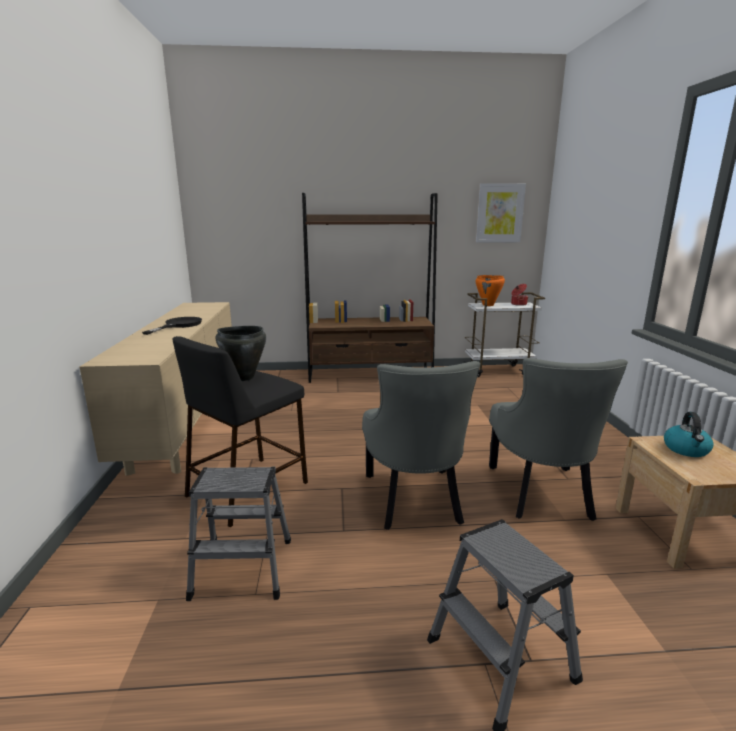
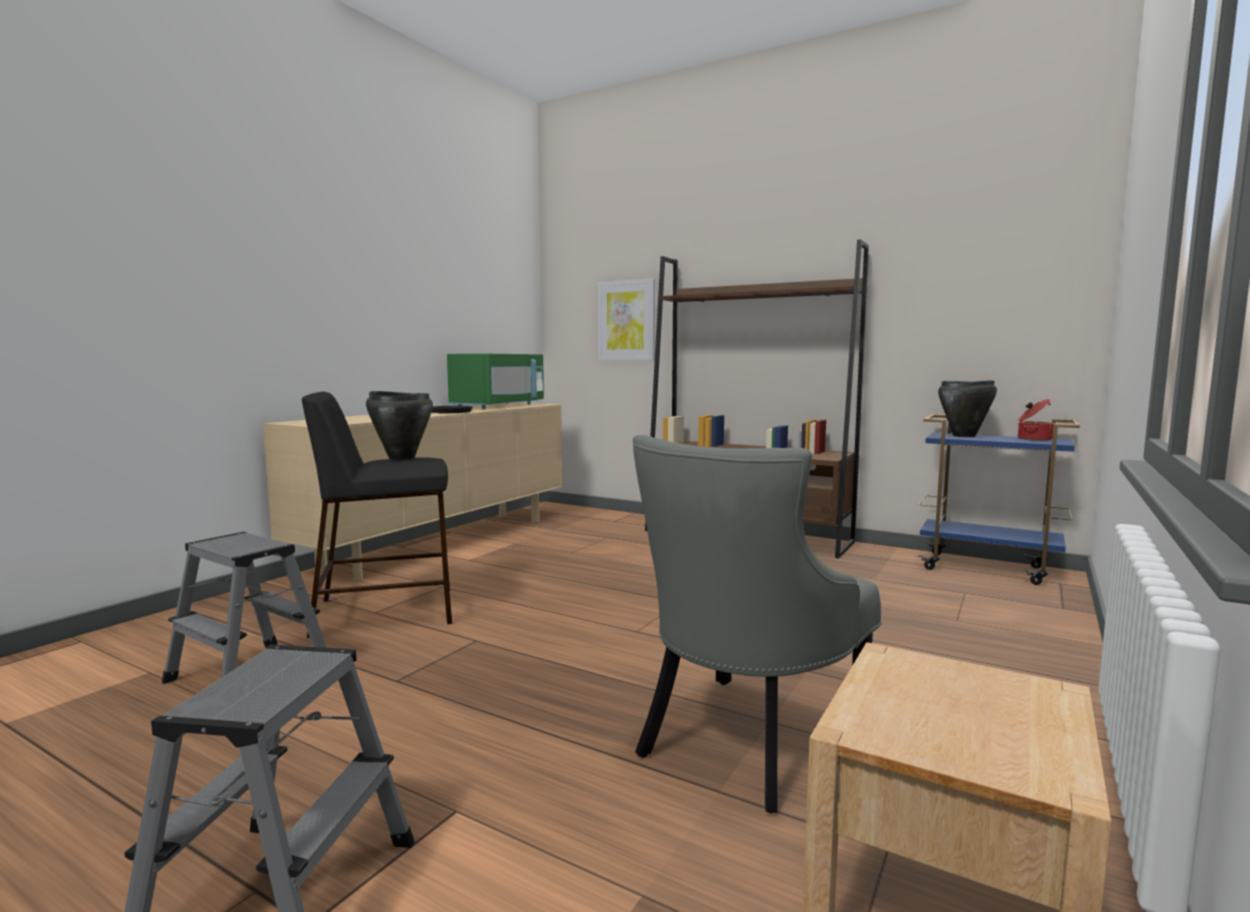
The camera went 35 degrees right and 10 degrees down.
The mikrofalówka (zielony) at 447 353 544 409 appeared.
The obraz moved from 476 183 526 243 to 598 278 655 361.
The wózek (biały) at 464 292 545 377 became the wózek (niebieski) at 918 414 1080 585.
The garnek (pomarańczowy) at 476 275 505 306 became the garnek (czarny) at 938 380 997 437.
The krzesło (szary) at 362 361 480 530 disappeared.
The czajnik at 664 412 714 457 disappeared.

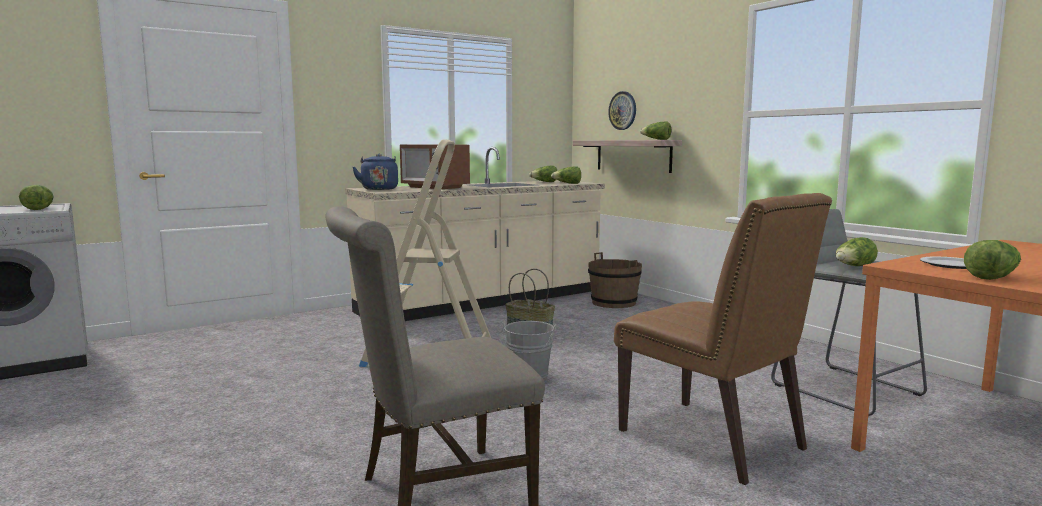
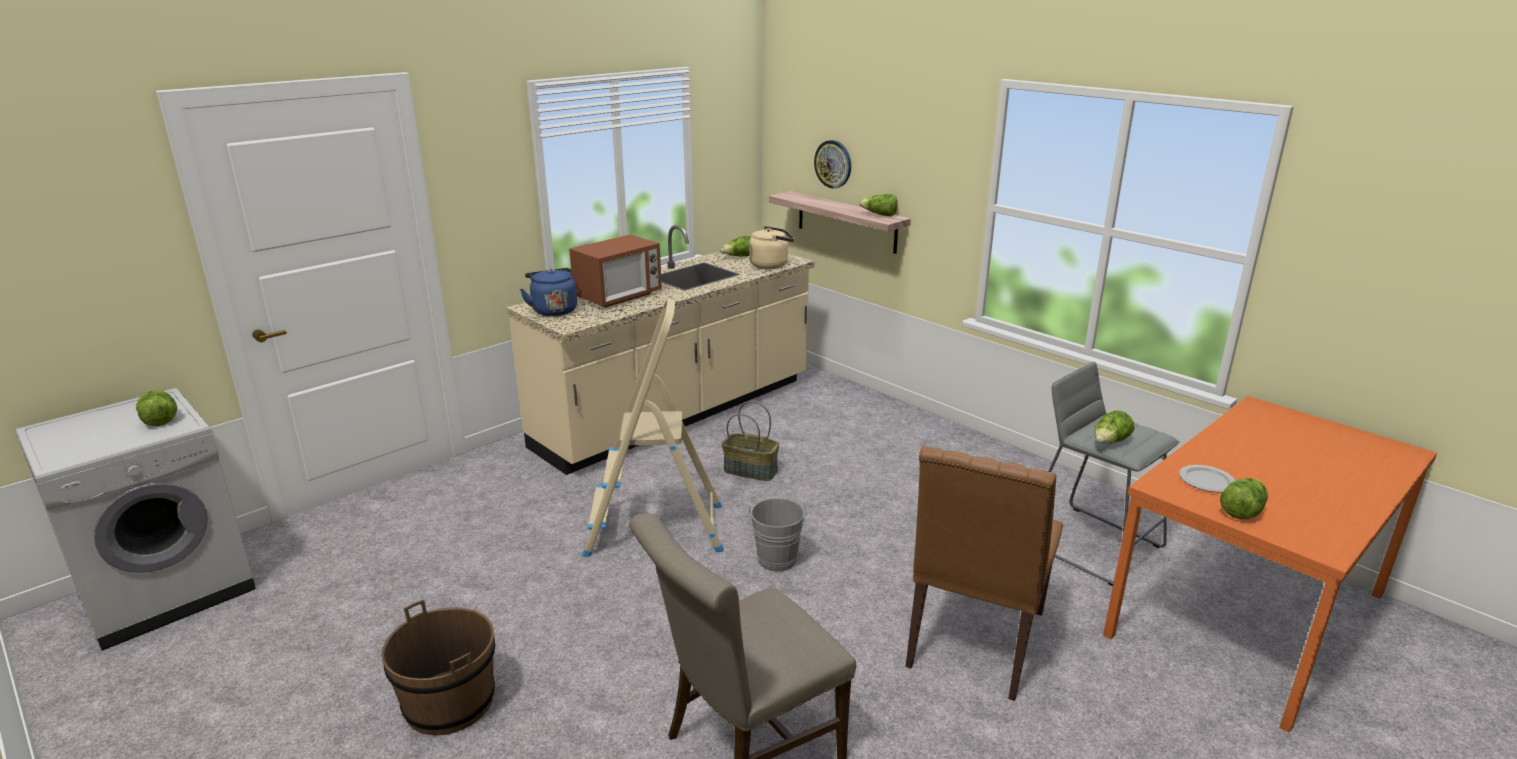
The camera went 10 degrees left and 15 degrees up.
The wiadro (brązowy) moved from 588 252 642 308 to 381 600 495 735.
The mikrofalówka at 400 145 470 189 turned 75 degrees counterclockwise.
The sałata at 551 167 581 184 was replaced by the czajnik (beżowy) at 749 226 794 269.
The krzesło (brązowy) at 614 193 832 485 turned 75 degrees clockwise.

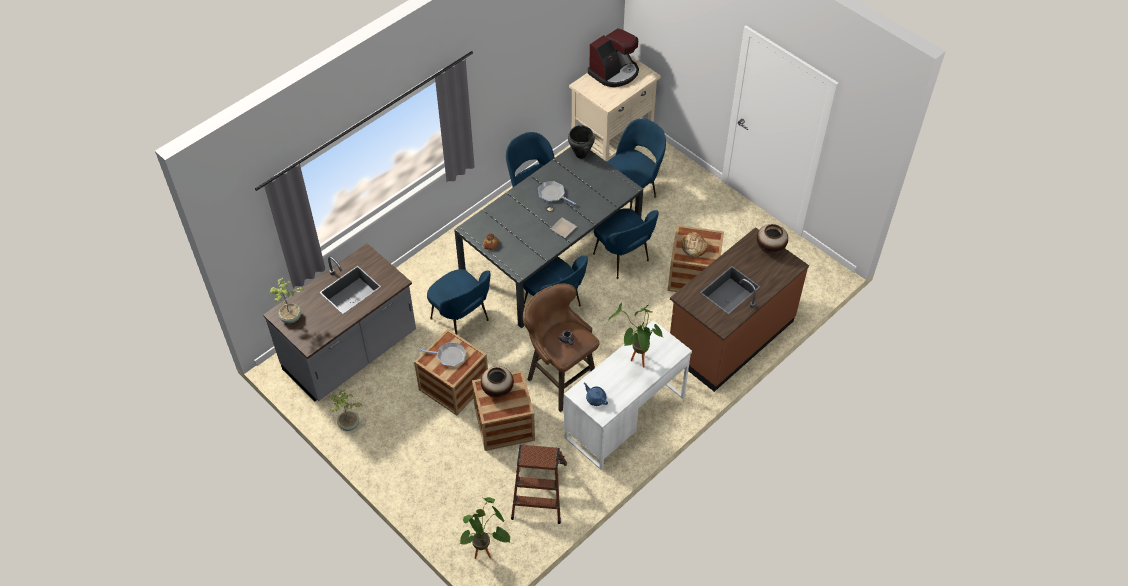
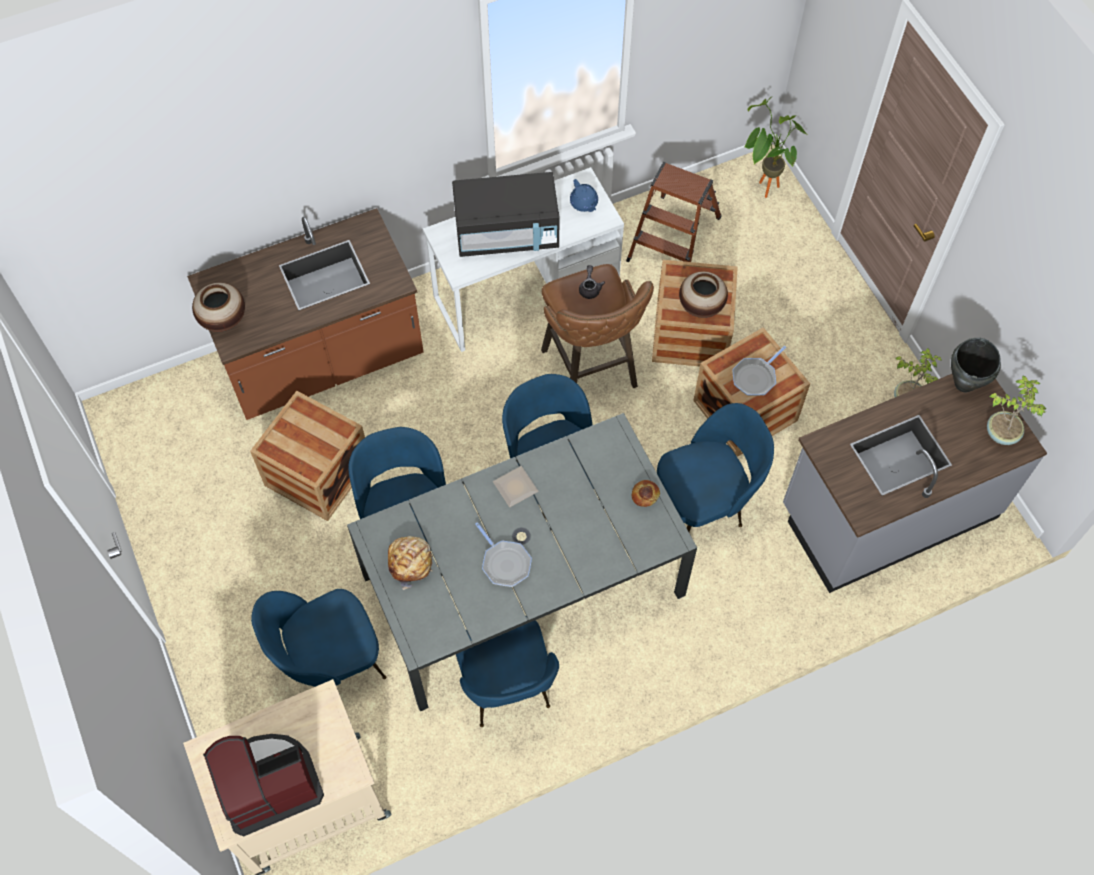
The camera went 160 degrees left and 10 degrees up.
The chleb moved from 681 232 708 257 to 388 536 432 590.
The roślina doniczkowa at 608 303 663 368 was replaced by the mikrofalówka (czarny) at 452 172 560 257.
The krzesło (niebieski) at 427 269 490 334 turned 90 degrees clockwise.
The patelnia at 420 342 466 367 turned 75 degrees counterclockwise.
The garnek (czarny) moved from 568 125 595 159 to 951 338 1001 392.

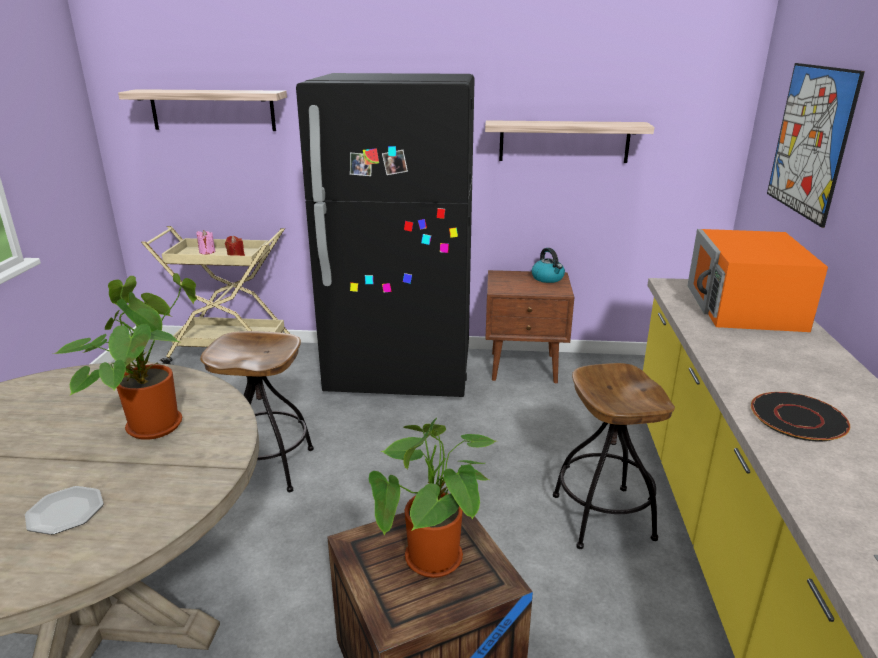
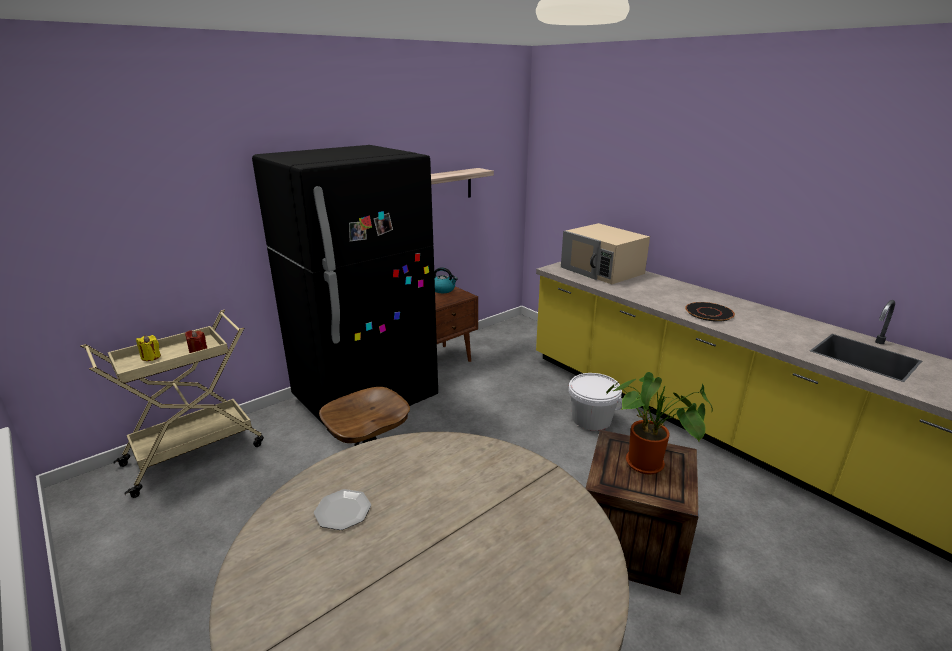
The camera went 45 degrees left and 0 degrees up.
The świeca (różowy) at 196 230 215 254 became the świeca (żółty) at 136 335 161 361.
The talerz moved from 25 486 104 535 to 314 489 371 530.
The mikrofalówka (pomarańczowy) at 687 229 828 332 became the mikrofalówka (beżowy) at 561 223 650 284.
The stołek (brązowy) at 553 363 675 549 was replaced by the wiadro (biały) at 568 373 622 431.
The roślina doniczkowa at 54 273 197 440 disappeared.
The półka at 118 89 287 131 disappeared.
The obraz at 767 63 865 228 disappeared.

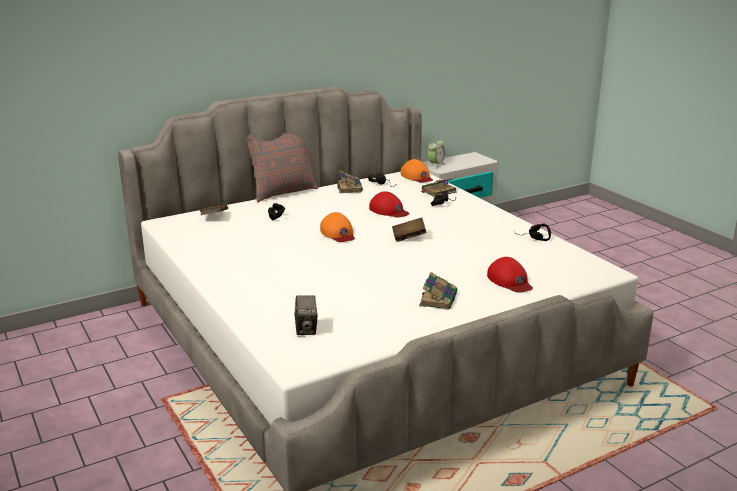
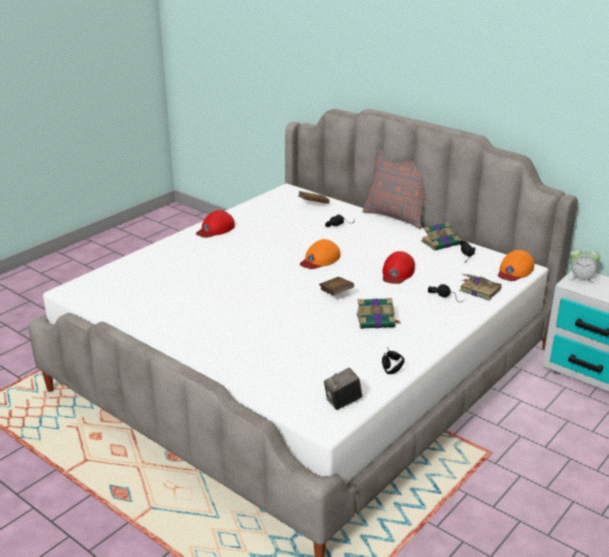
The camera went 70 degrees right and 5 degrees up.
The czapka z daszkiem (czerwony) moved from 487 257 533 292 to 196 210 235 237.
The aparat fotograficzny moved from 294 295 318 335 to 324 368 362 410.
The książka moved from 419 272 457 310 to 357 298 400 329.

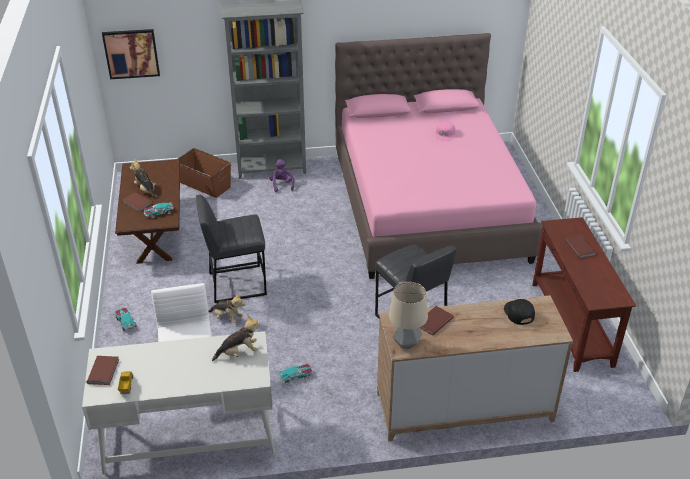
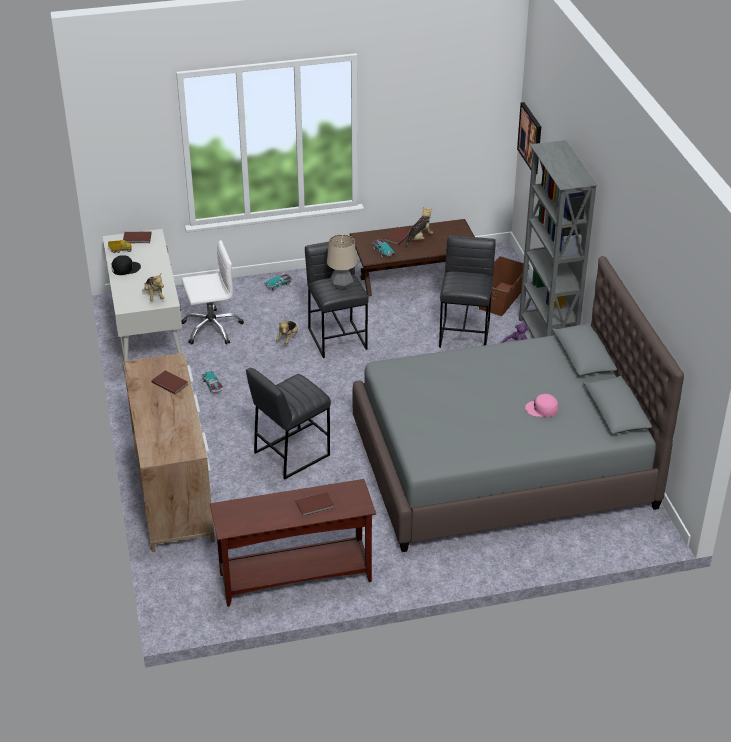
The camera went 85 degrees right and 0 degrees up.
The czapka z daszkiem (czarny) moved from 504 299 535 325 to 111 255 141 275.
The lampa stołowa moved from 389 282 428 349 to 327 234 357 291.
The łóżko (różowy) at 335 33 543 279 became the łóżko (szary) at 353 256 684 552.
The stołek (szary) at 439 235 496 348 appeared.

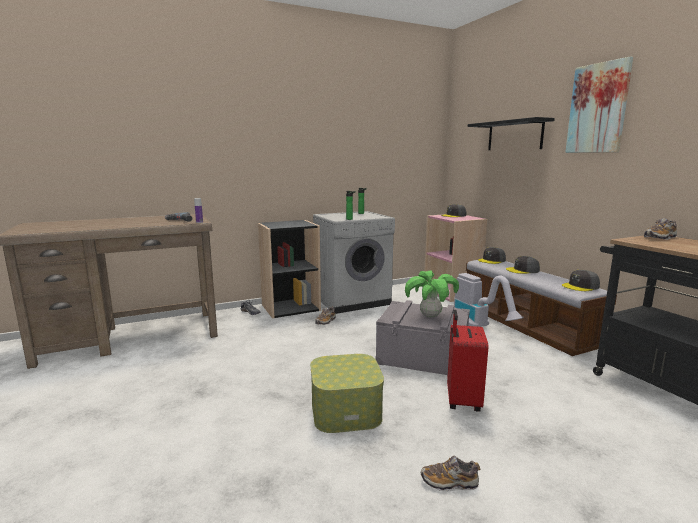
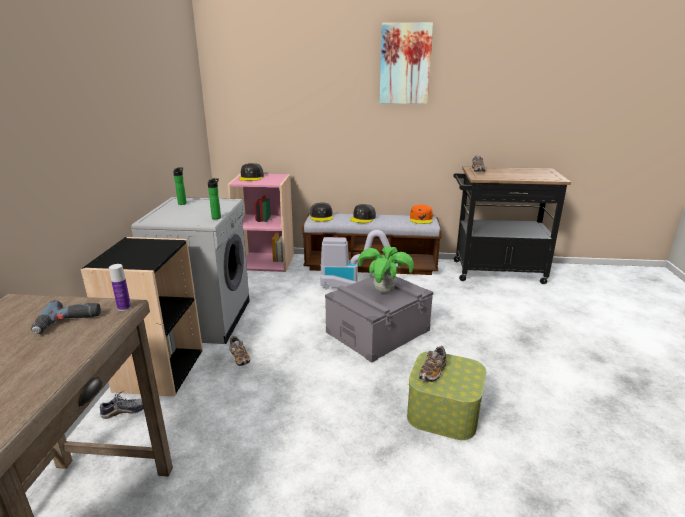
The camera went 60 degrees left and 10 degrees up.
The czapka z daszkiem (szary) at 562 270 600 291 became the czapka z daszkiem (pomarańczowy) at 410 205 433 224.
The but moved from 421 456 480 491 to 419 346 447 382.
The walizka (czerwony) at 447 310 488 412 disappeared.
The półka (czarny) at 468 117 555 150 disappeared.

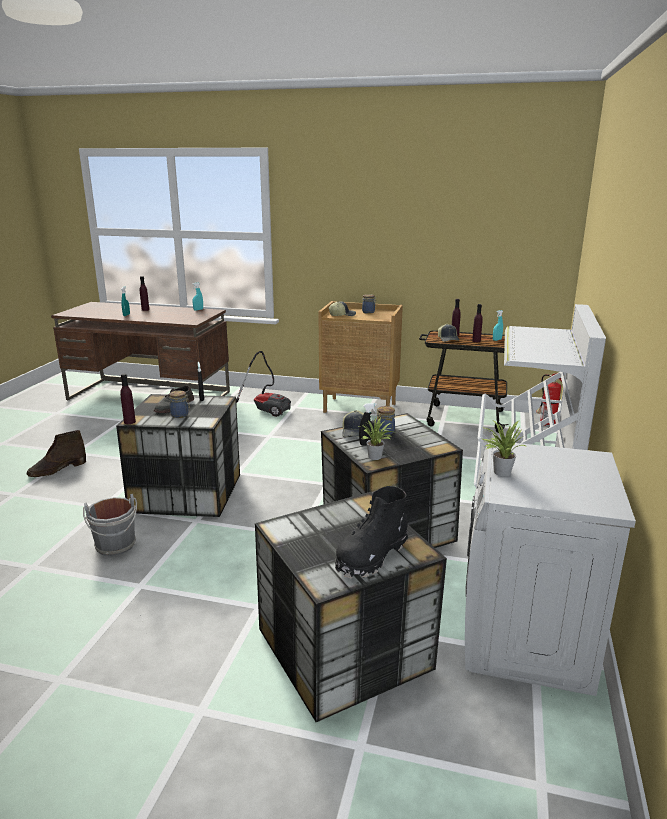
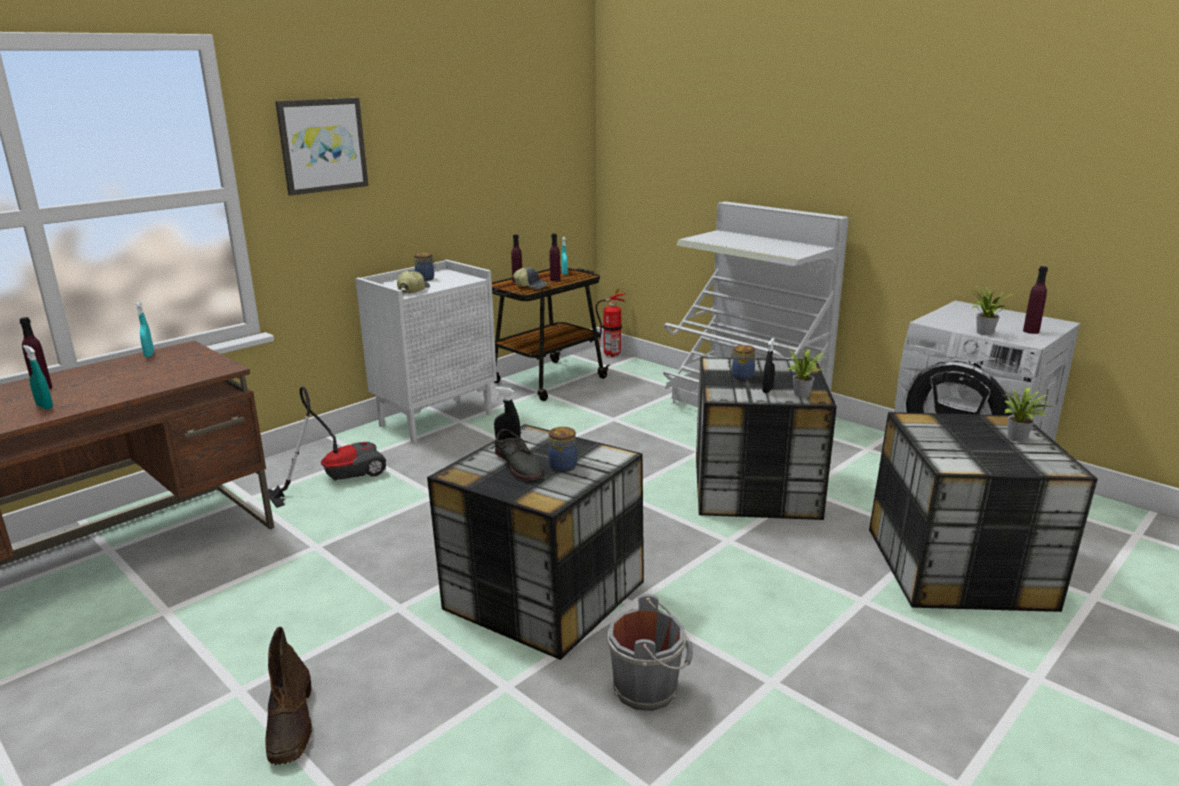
The camera went 60 degrees left and 0 degrees up.
The obraz at 275 98 368 196 appeared.
The szafka (brązowy) at 318 301 403 413 became the szafka (biały) at 355 260 497 443.
The but z cholewką (czarny) at 335 486 408 579 was replaced by the roślina doniczkowa at 1004 387 1052 442.
The butelka (fioletowy) moved from 120 374 136 424 to 1023 266 1048 334.
The czapka z daszkiem at 342 410 364 437 disappeared.

